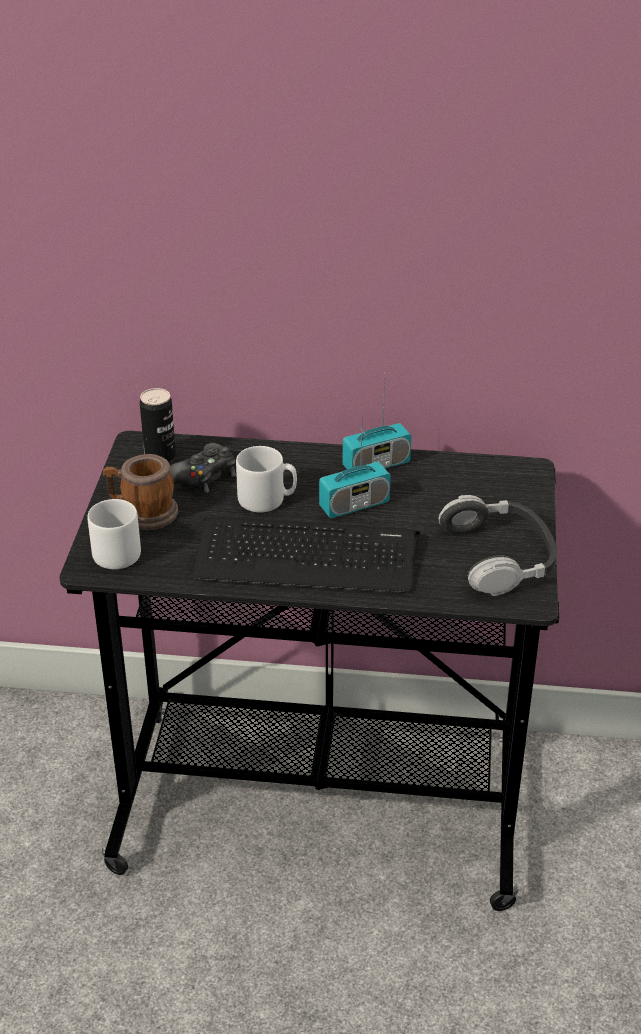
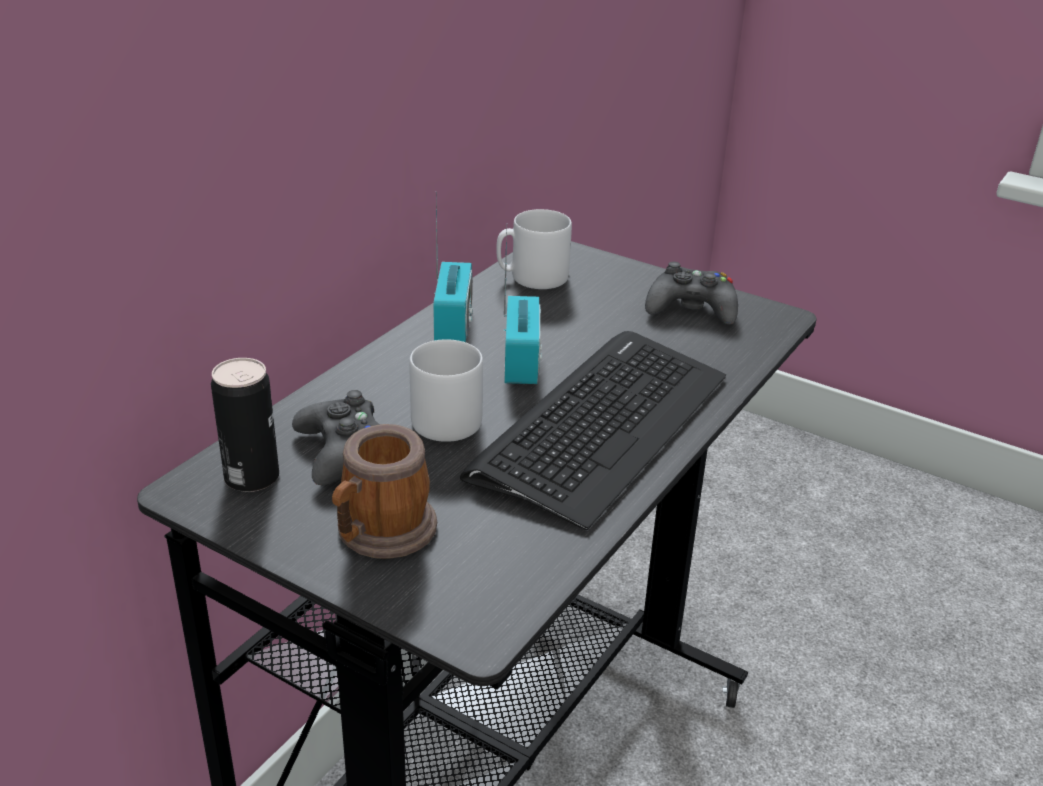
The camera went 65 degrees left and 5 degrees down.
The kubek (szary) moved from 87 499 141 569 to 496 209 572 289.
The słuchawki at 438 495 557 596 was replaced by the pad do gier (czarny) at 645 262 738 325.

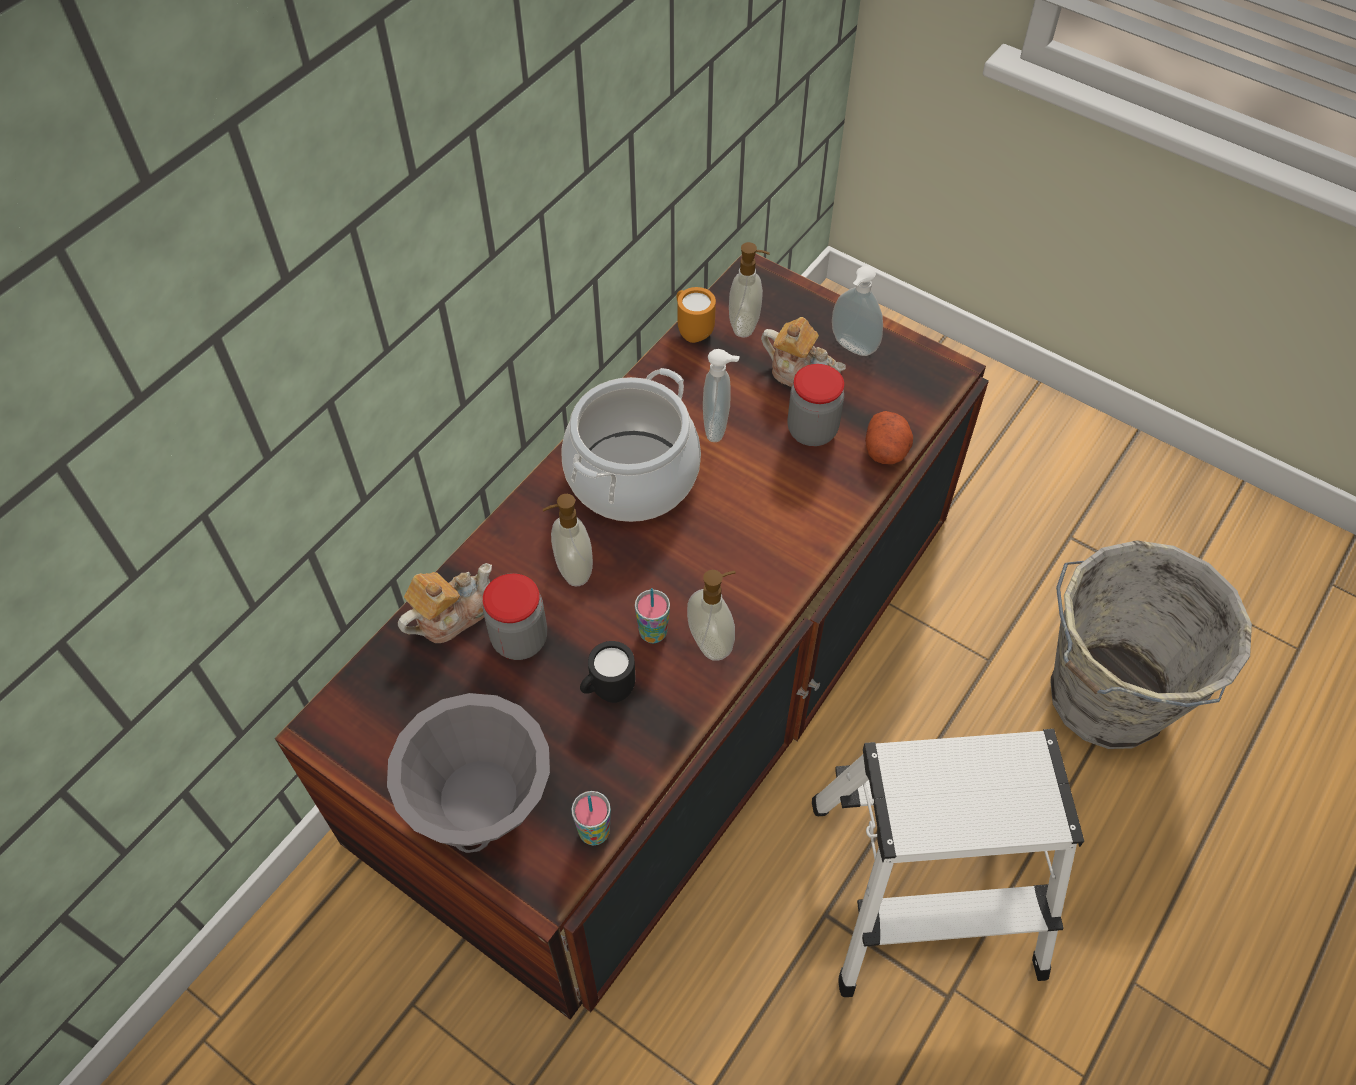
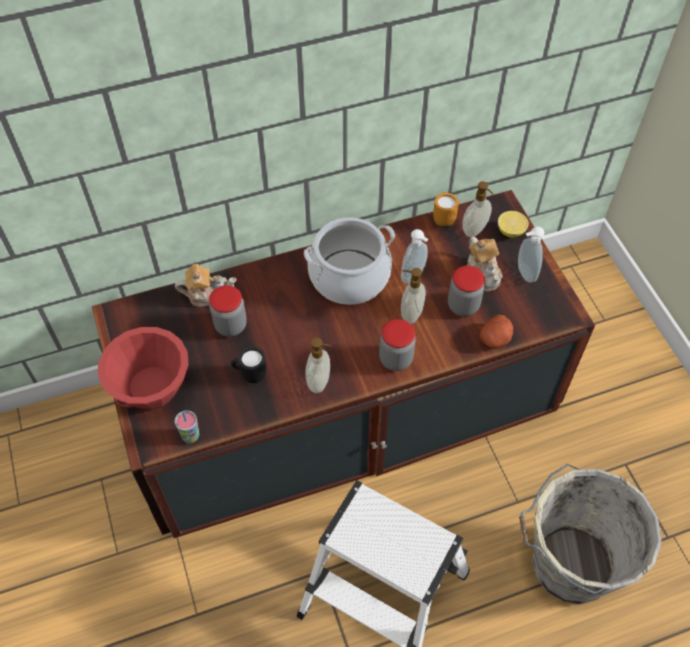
The camera went 35 degrees right and 0 degrees up.
The miska (szary) at 387 693 550 853 became the miska (czerwony) at 98 327 189 409.
The słoik at 379 319 416 371 appeared.
The dozownik mydła moved from 543 494 593 587 to 401 268 426 324.
The cytryna at 498 211 529 238 appeared.
The filiżanka at 635 588 670 643 disappeared.

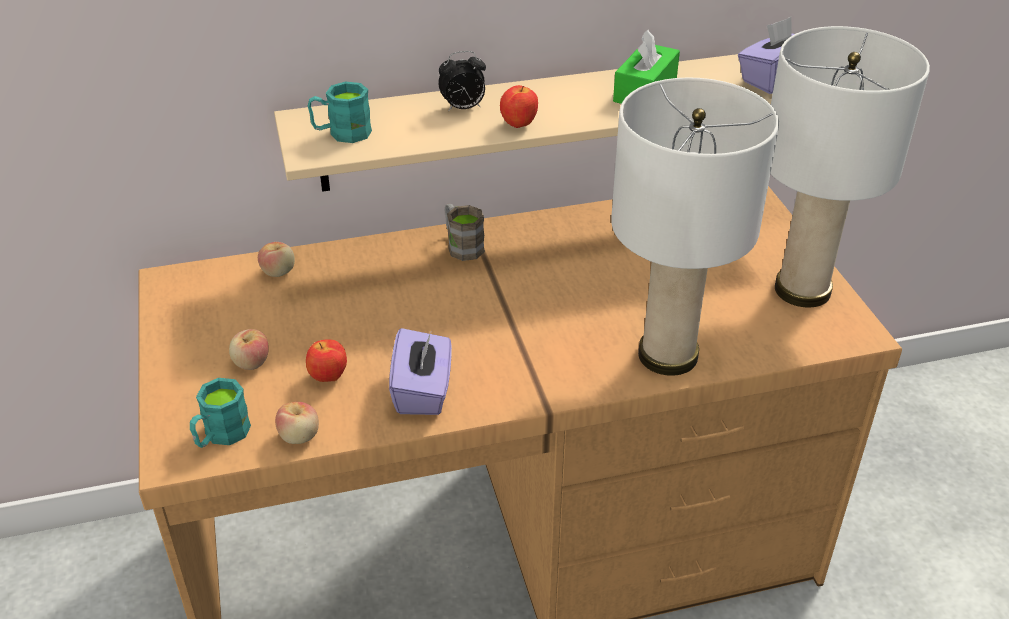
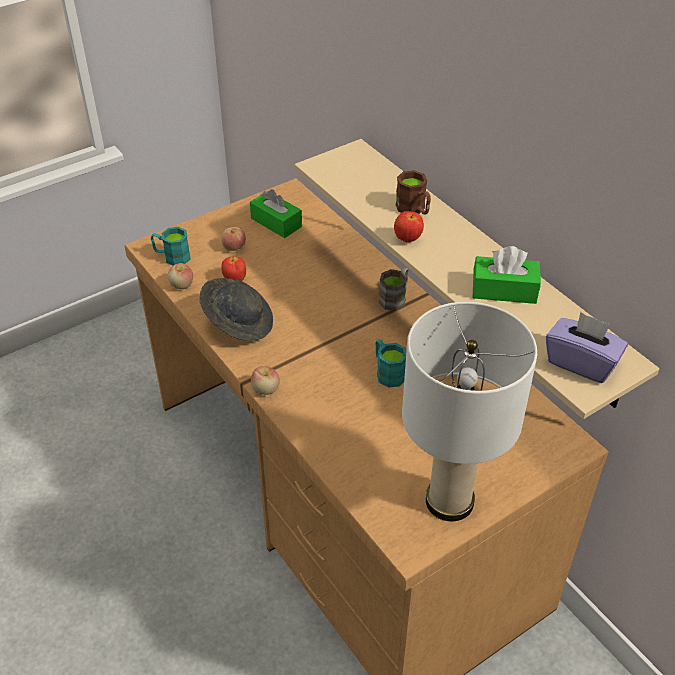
The camera went 70 degrees right and 5 degrees up.
The pudełko chusteczek (fioletowy) at 389 328 452 415 was replaced by the kapelusz (szary) at 200 278 273 341.
The pudełko chusteczek (zielony) at 250 189 302 238 appeared.
The jabłko moved from 258 242 295 277 to 251 366 280 395.
The kubek (turkusowy) moved from 308 81 372 143 to 376 339 407 388.
The budzik at 439 51 486 111 was replaced by the kubek (brązowy) at 396 170 431 215.
The lampa stołowa (biały) at 611 78 779 376 disappeared.

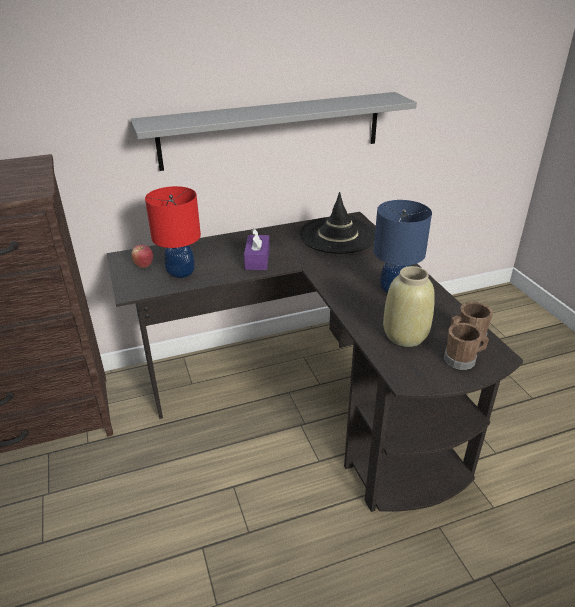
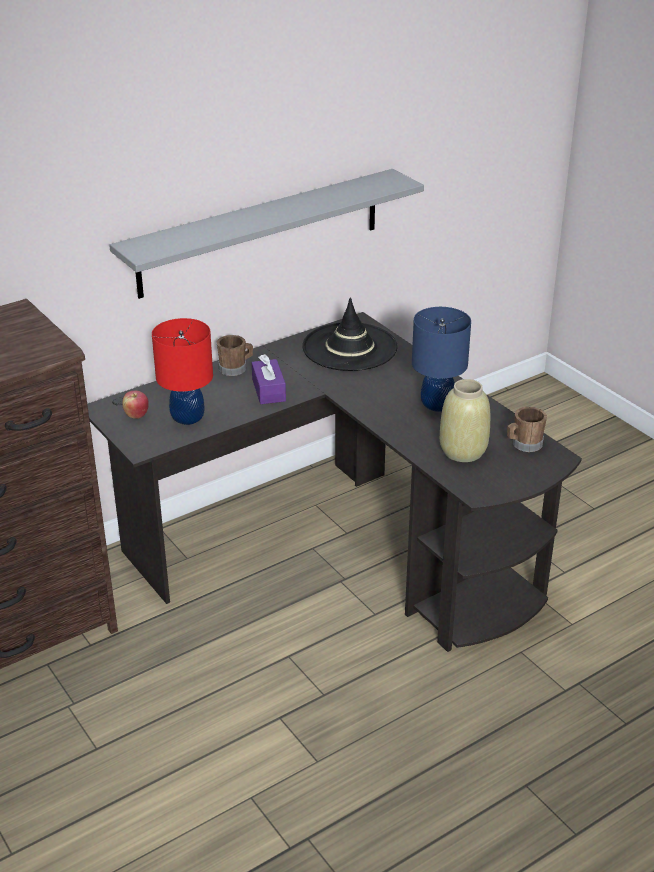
The camera went 15 degrees left and 0 degrees up.
The kubek (brązowy) moved from 444 323 489 370 to 217 335 253 376.

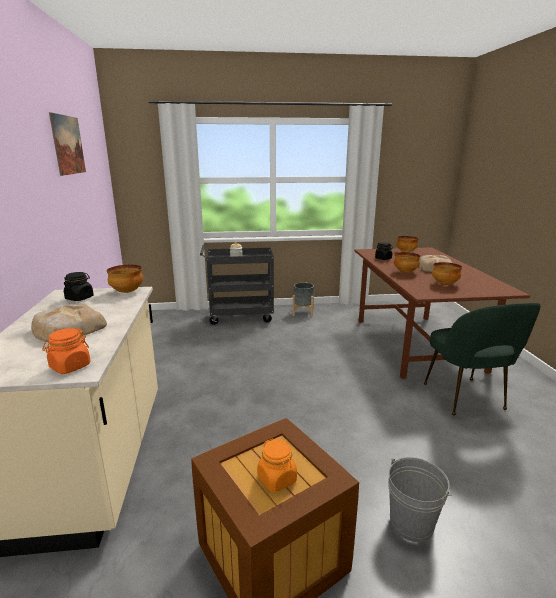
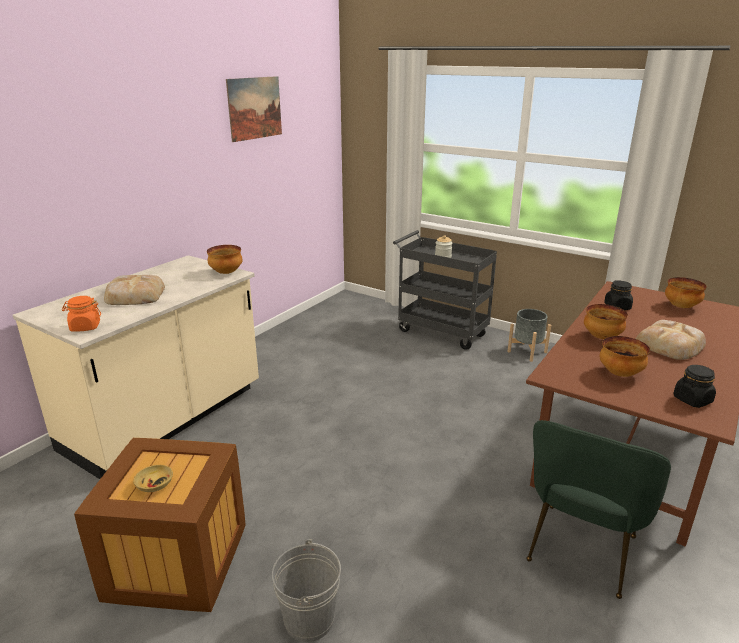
The camera went 40 degrees right and 5 degrees up.
The słoik (pomarańczowy) at 257 439 297 492 was replaced by the miska (beżowy) at 133 465 173 492.
The słoik (czarny) moved from 64 272 94 301 to 673 365 716 408.

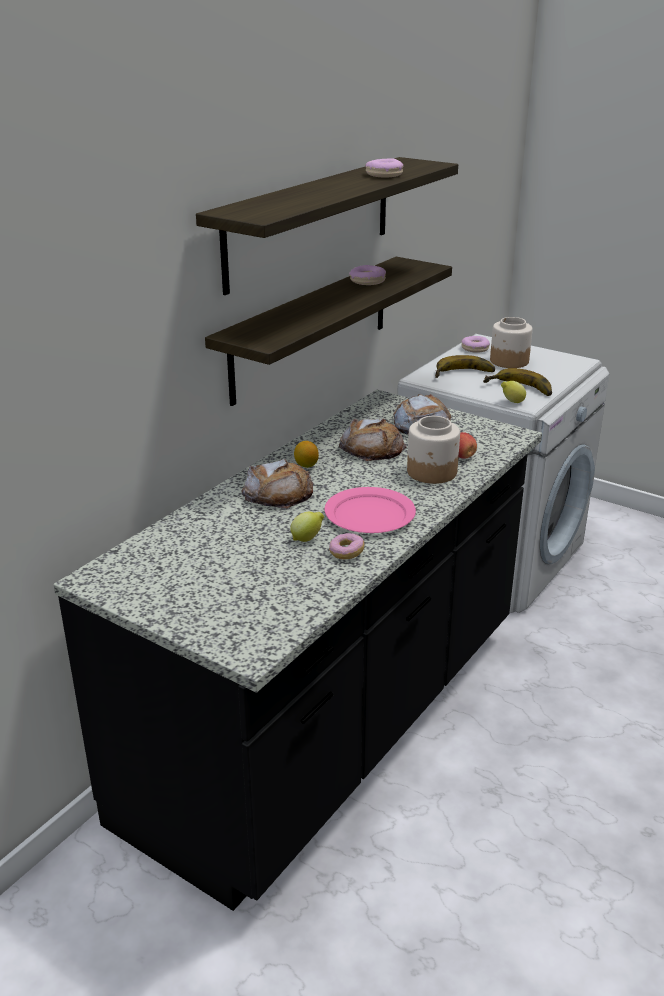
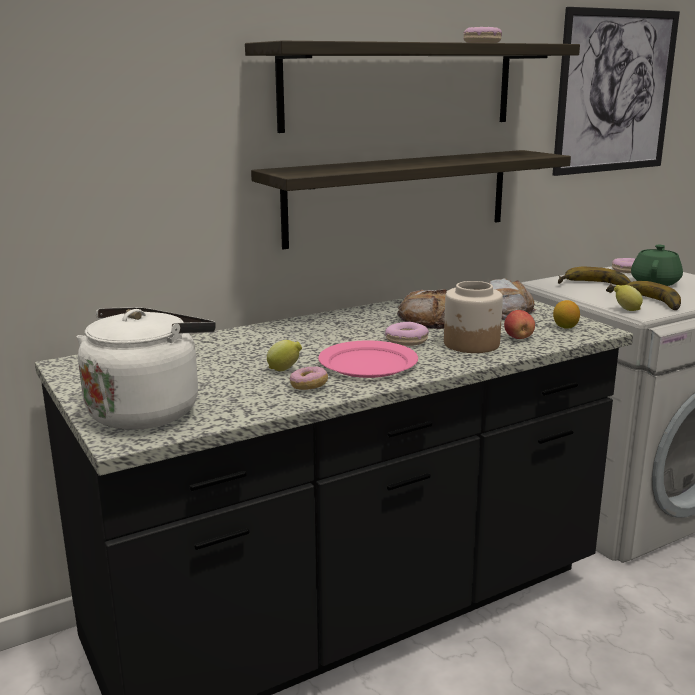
The camera went 25 degrees right and 10 degrees down.
The czajnik (biały) at 76 307 216 430 appeared.
The donut moved from 349 265 386 285 to 385 322 429 346.
The obraz at 553 7 680 176 appeared.
The cytryna moved from 294 441 319 468 to 553 300 580 329.
The słoik at 490 317 533 368 was replaced by the imbryk (zielony) at 631 245 683 286.
The chleb at 242 459 313 509 disappeared.

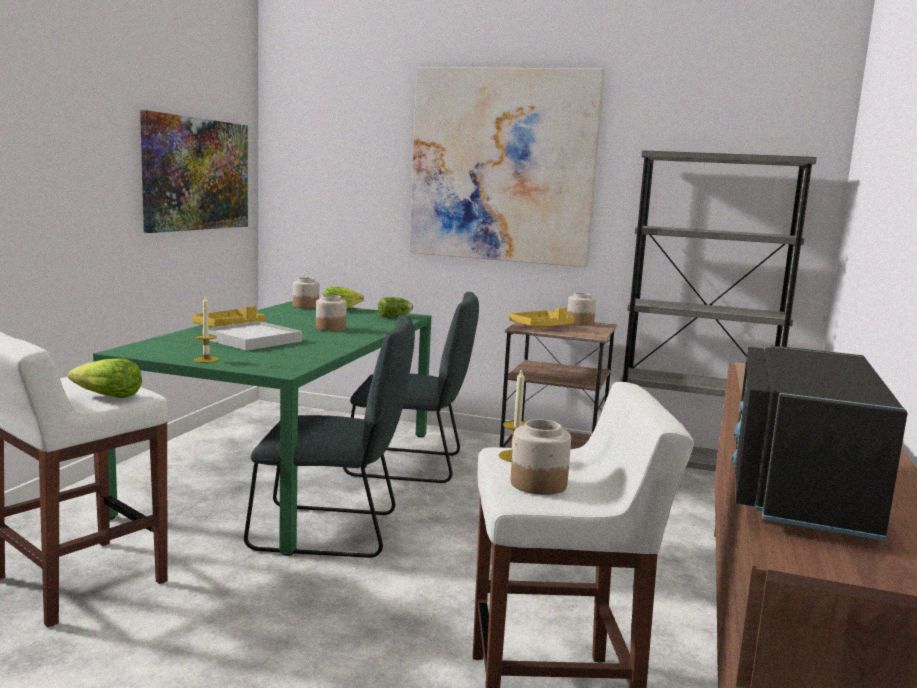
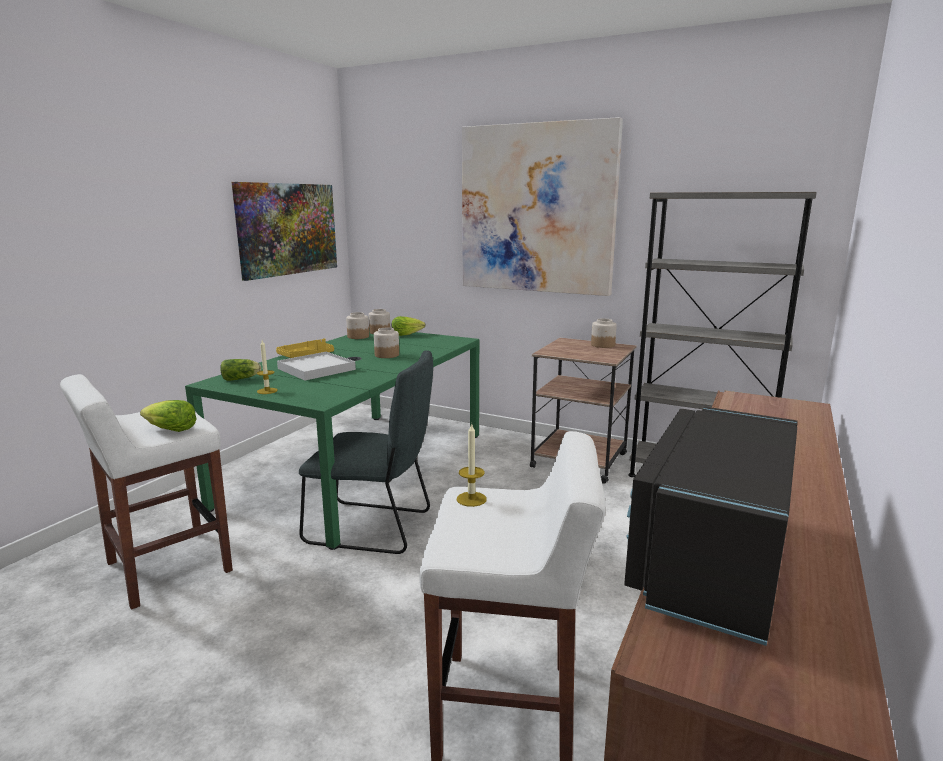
The camera went 10 degrees right and 5 degrees up.
The sałata moved from 378 297 413 318 to 220 359 261 381.
The słoik moved from 511 419 571 495 to 346 312 369 339.
The krzesło (szary) at 343 292 479 483 disappeared.
The taca (żółty) at 509 307 574 328 disappeared.

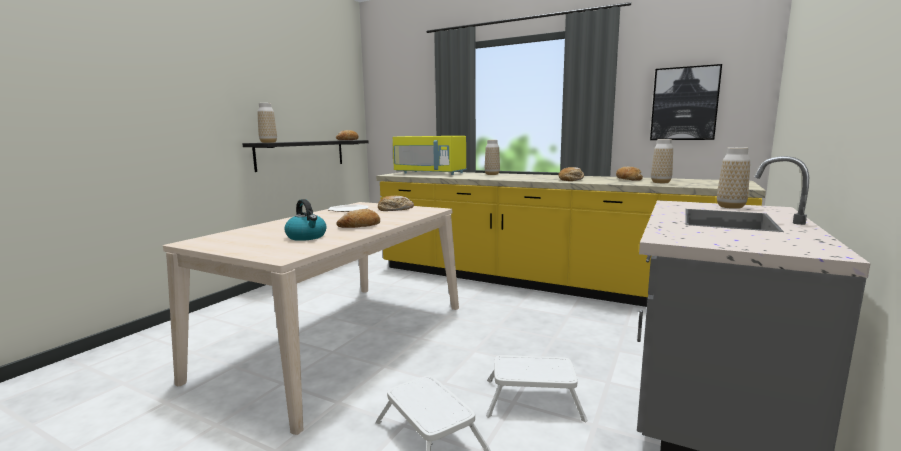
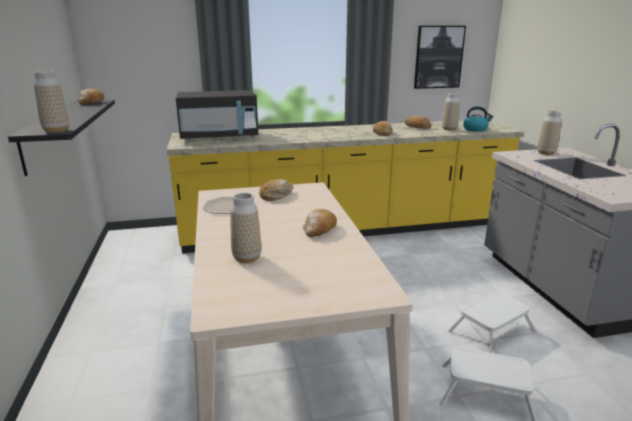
The camera went 40 degrees left and 10 degrees up.
The mikrofalówka (żółty) at 393 136 467 175 became the mikrofalówka (czarny) at 176 90 258 141.
The wazon moved from 485 140 500 175 to 230 193 261 263.
The czajnik moved from 284 199 326 241 to 463 106 493 132.

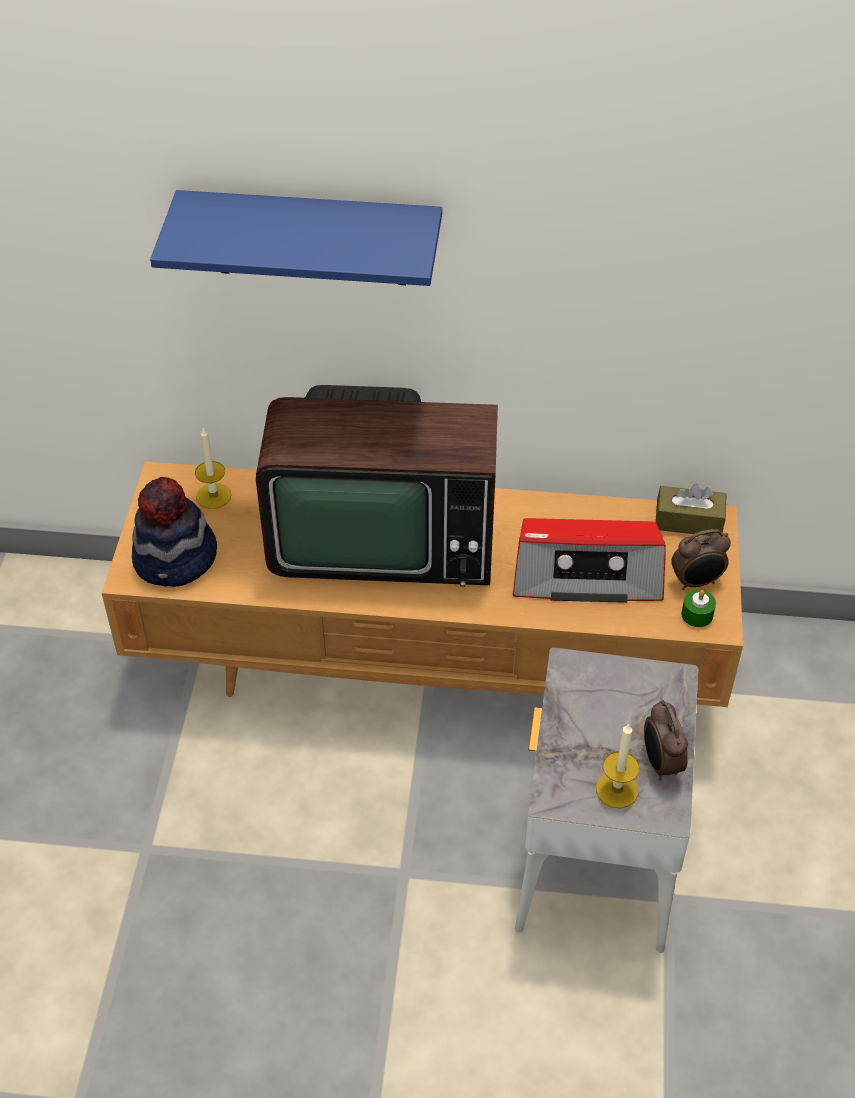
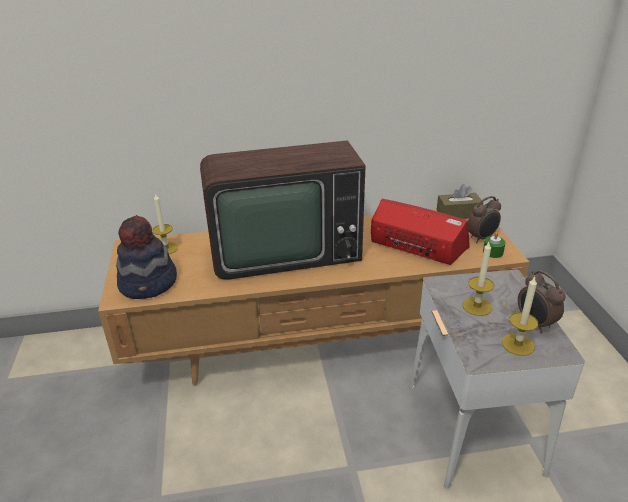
The camera went 15 degrees left and 15 degrees down.
The radio at 513 518 666 603 turned 135 degrees counterclockwise.
The świeca at 462 242 494 316 appeared.
The półka (niebieski) at 150 190 442 286 disappeared.

